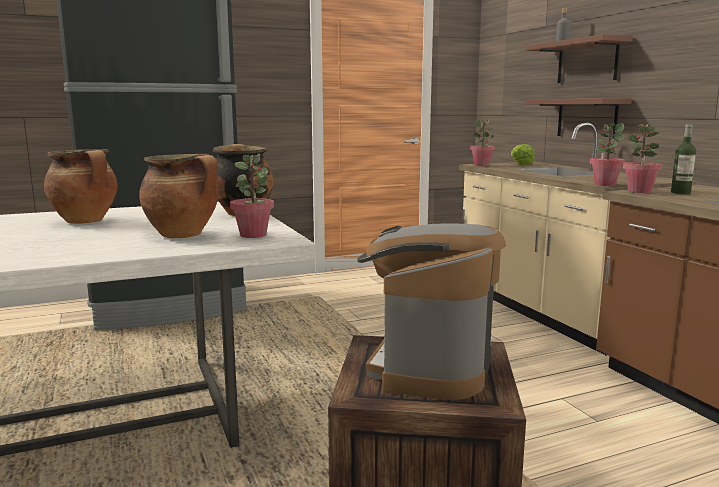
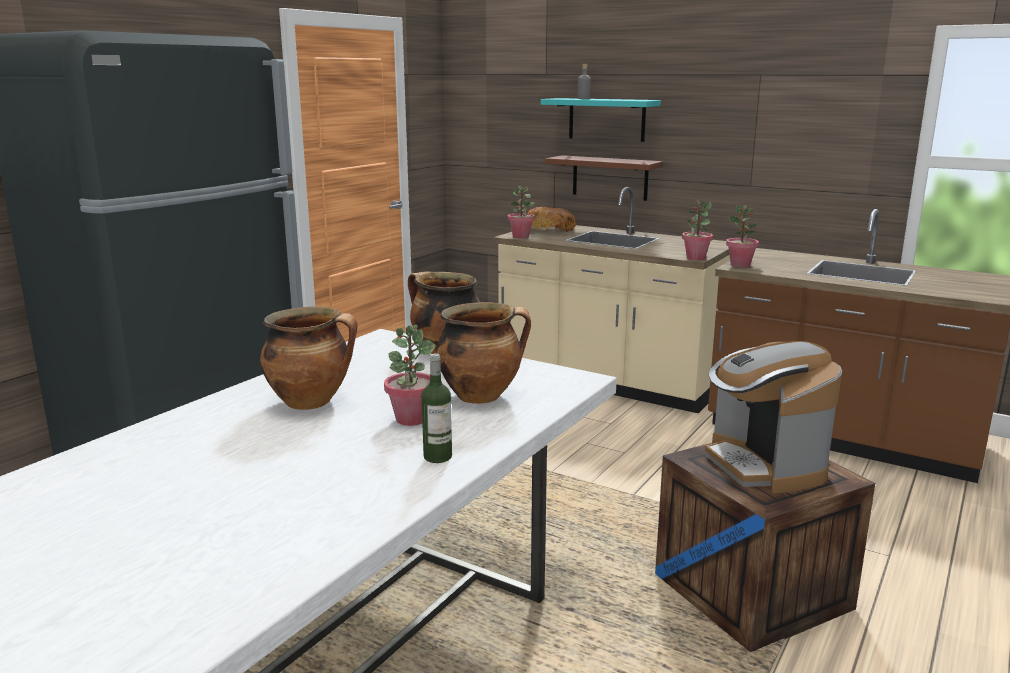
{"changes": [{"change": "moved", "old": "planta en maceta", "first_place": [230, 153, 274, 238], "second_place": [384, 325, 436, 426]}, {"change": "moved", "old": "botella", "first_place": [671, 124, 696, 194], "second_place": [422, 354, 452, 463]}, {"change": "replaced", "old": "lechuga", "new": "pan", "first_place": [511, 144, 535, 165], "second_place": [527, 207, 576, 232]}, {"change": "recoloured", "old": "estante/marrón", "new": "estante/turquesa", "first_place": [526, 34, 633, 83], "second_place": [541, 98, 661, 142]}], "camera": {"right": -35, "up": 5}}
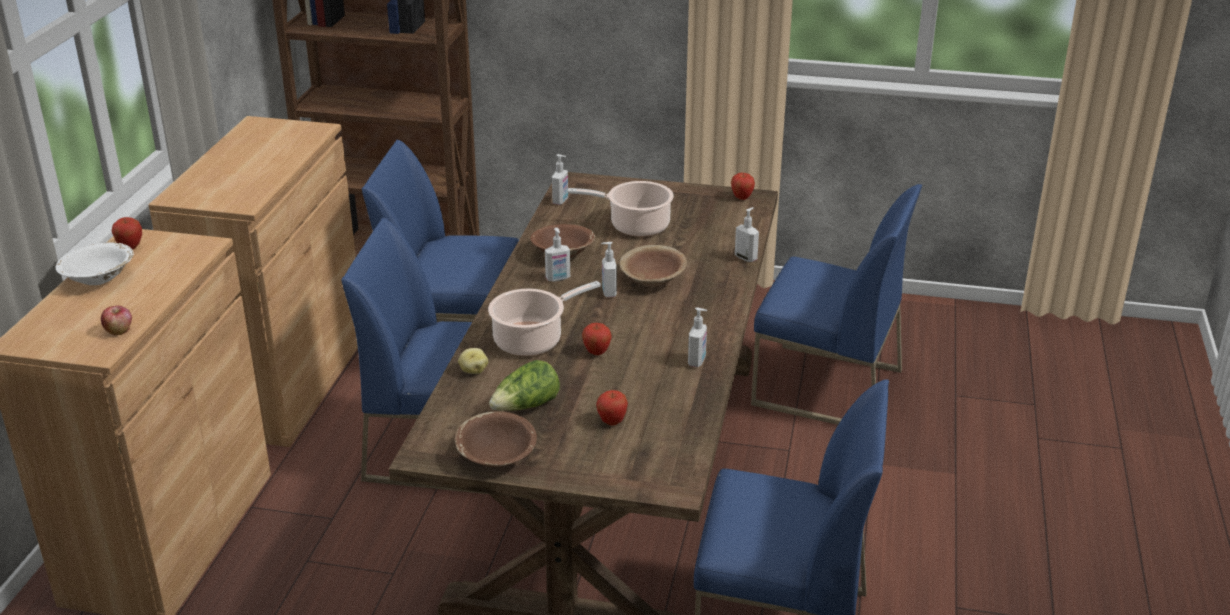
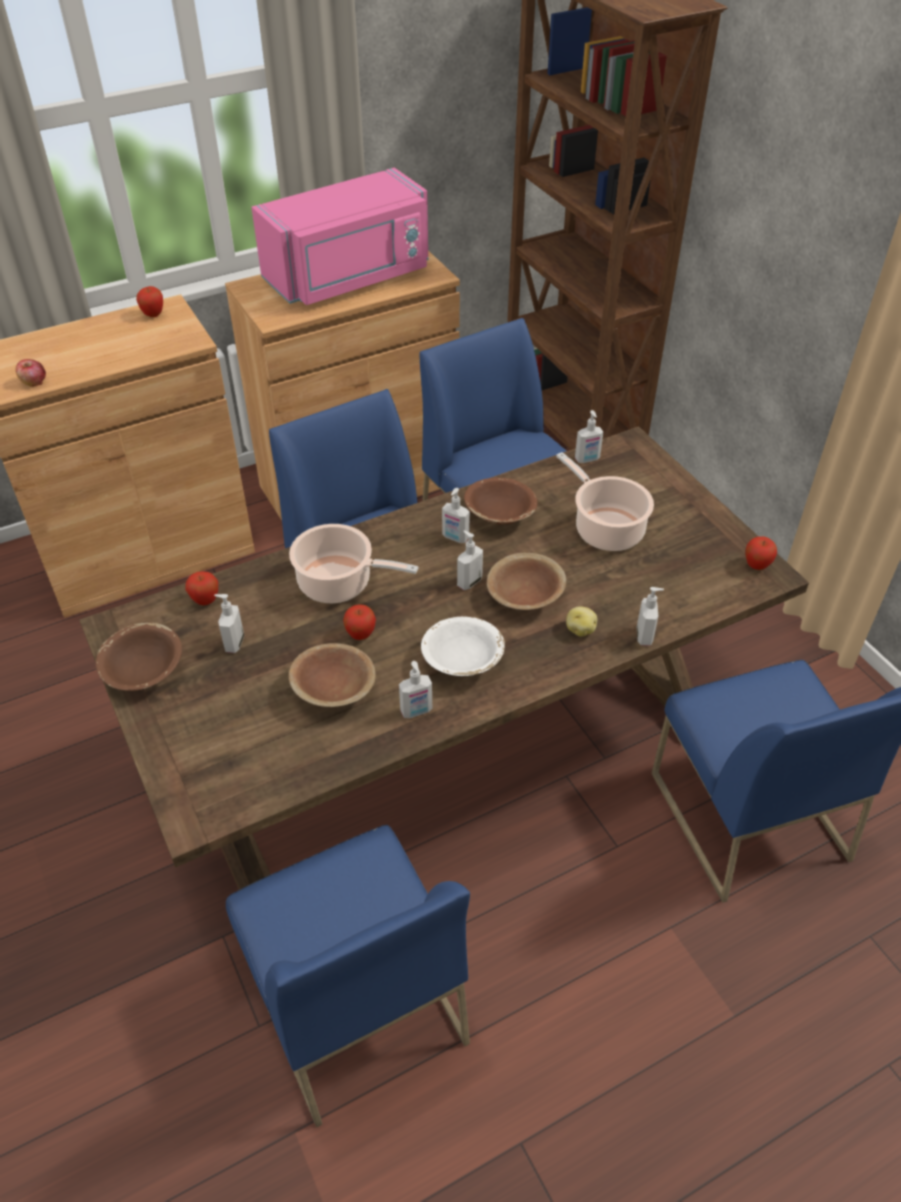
{"changes": [{"change": "moved", "old": "manzana", "first_place": [596, 390, 628, 426], "second_place": [185, 572, 218, 605]}, {"change": "replaced", "old": "lechuga", "new": "dispensador de jabón", "first_place": [489, 360, 560, 411], "second_place": [214, 594, 244, 653]}, {"change": "added", "new": "microondas/rosa", "second_place": [251, 168, 429, 305]}, {"change": "added", "new": "cuenco/marrón", "second_place": [289, 643, 376, 707]}, {"change": "moved", "old": "cuenco/blanco", "first_place": [55, 243, 134, 285], "second_place": [421, 617, 505, 676]}, {"change": "moved", "old": "patata", "first_place": [458, 348, 488, 374], "second_place": [566, 606, 597, 637]}], "camera": {"right": 50, "up": 15}}
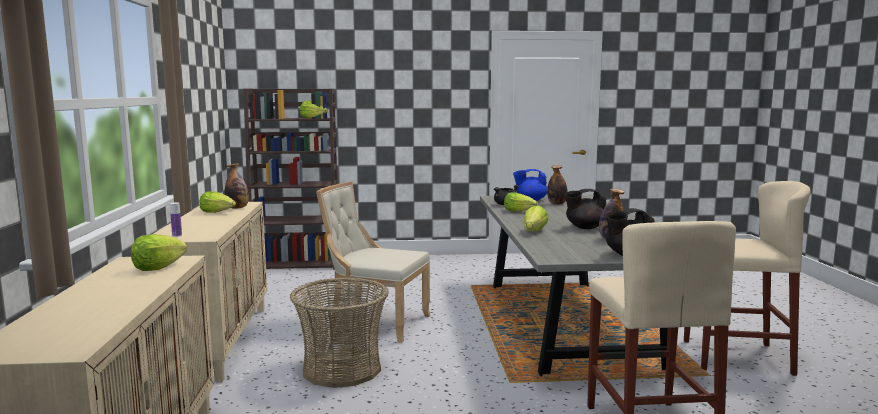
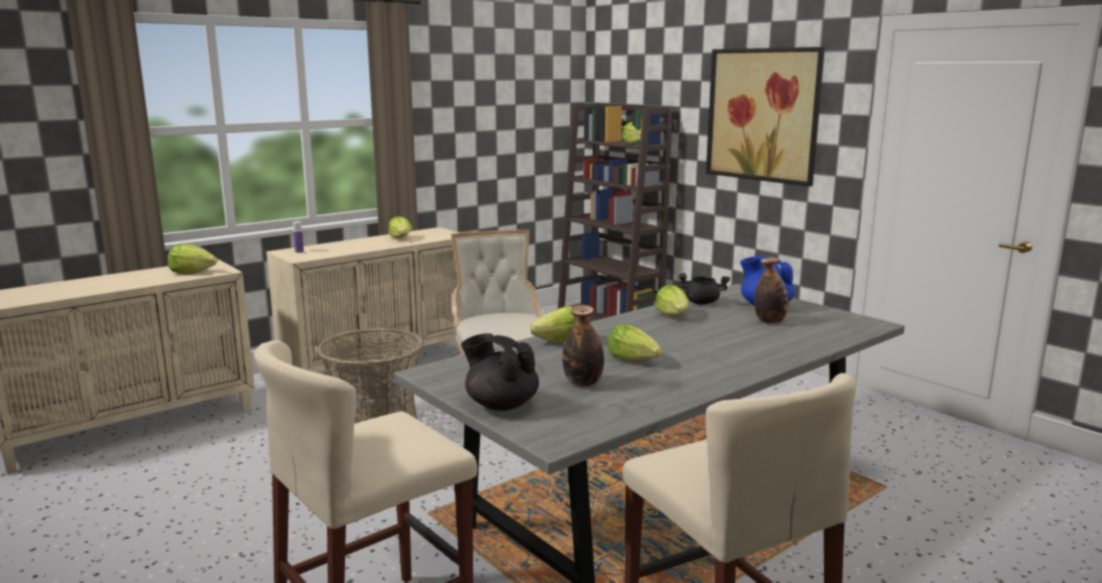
{"changes": [{"change": "replaced", "old": "tetera/negro", "new": "lechuga", "first_place": [564, 189, 606, 229], "second_place": [608, 324, 662, 361]}, {"change": "added", "new": "cuadro", "second_place": [706, 47, 825, 187]}, {"change": "removed", "old": "botella", "first_place": [225, 163, 249, 209]}], "camera": {"right": 55, "up": 5}}
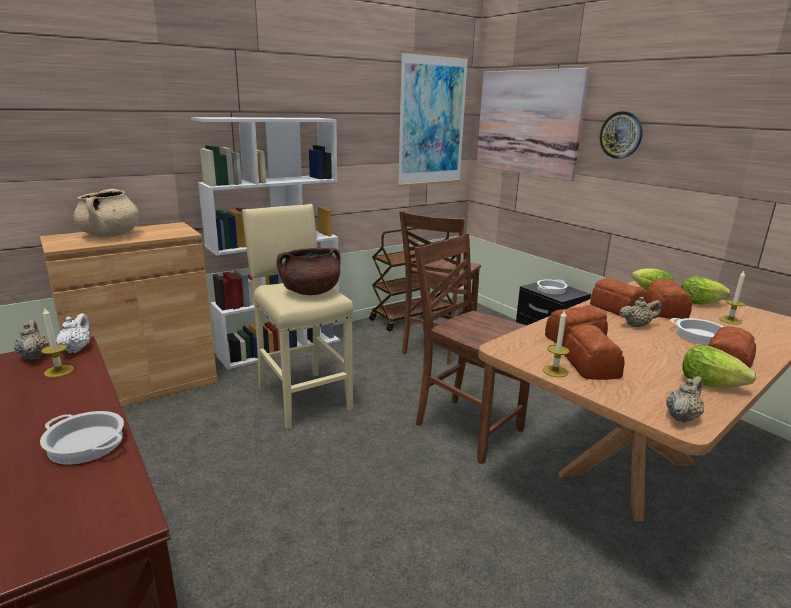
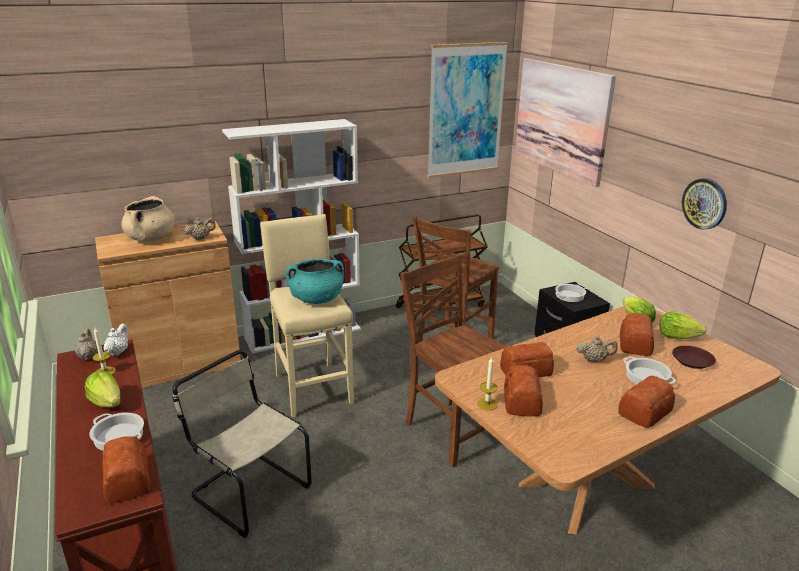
{"changes": [{"change": "moved", "old": "lechuga", "first_place": [682, 345, 756, 387], "second_place": [85, 371, 120, 407]}, {"change": "moved", "old": "pan", "first_place": [590, 278, 646, 316], "second_place": [102, 436, 151, 504]}, {"change": "added", "new": "silla/beis", "second_place": [172, 350, 312, 538]}, {"change": "moved", "old": "tetera/beis", "first_place": [666, 376, 704, 423], "second_place": [184, 217, 216, 240]}, {"change": "recoloured", "old": "olla/marrón", "new": "olla/turquesa", "first_place": [277, 248, 340, 295], "second_place": [286, 259, 344, 304]}, {"change": "replaced", "old": "vela", "new": "plato/marrón", "first_place": [719, 271, 745, 324], "second_place": [672, 346, 716, 369]}, {"change": "moved", "old": "reloj de pared", "first_place": [600, 111, 643, 159], "second_place": [682, 178, 727, 230]}], "camera": {"right": 10, "up": 5}}
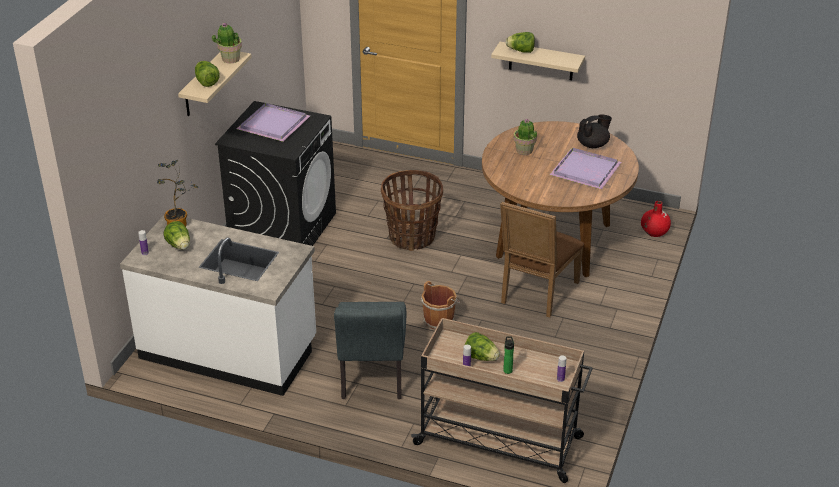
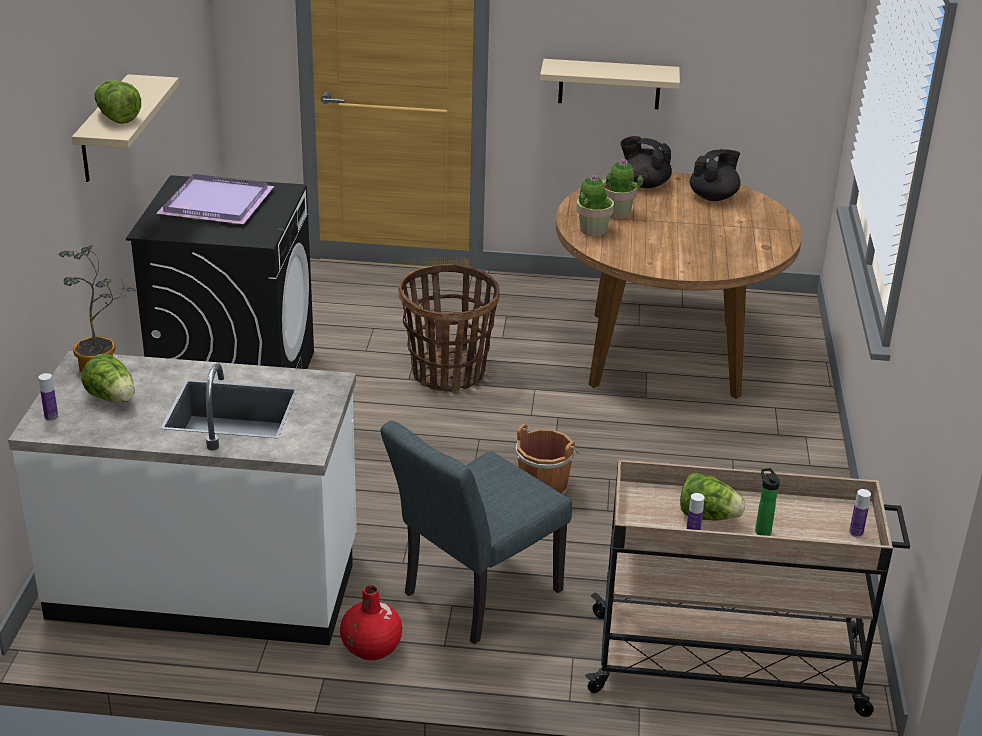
{"changes": [{"change": "moved", "old": "florero/rojo", "first_place": [641, 201, 671, 237], "second_place": [340, 585, 402, 660]}, {"change": "turned", "old": "silla/gris", "first_place": [334, 302, 407, 399], "second_place": [380, 420, 572, 644], "degrees": 60}, {"change": "moved", "old": "planta en maceta", "first_place": [212, 23, 242, 63], "second_place": [576, 174, 614, 236]}, {"change": "added", "new": "tetera/negro", "second_place": [620, 136, 672, 188]}, {"change": "removed", "old": "silla/marrón", "first_place": [500, 201, 584, 317]}, {"change": "removed", "old": "lechuga", "first_place": [506, 32, 535, 53]}, {"change": "removed", "old": "bandeja/morado", "first_place": [550, 148, 621, 190]}], "camera": {"right": -15, "up": -5}}
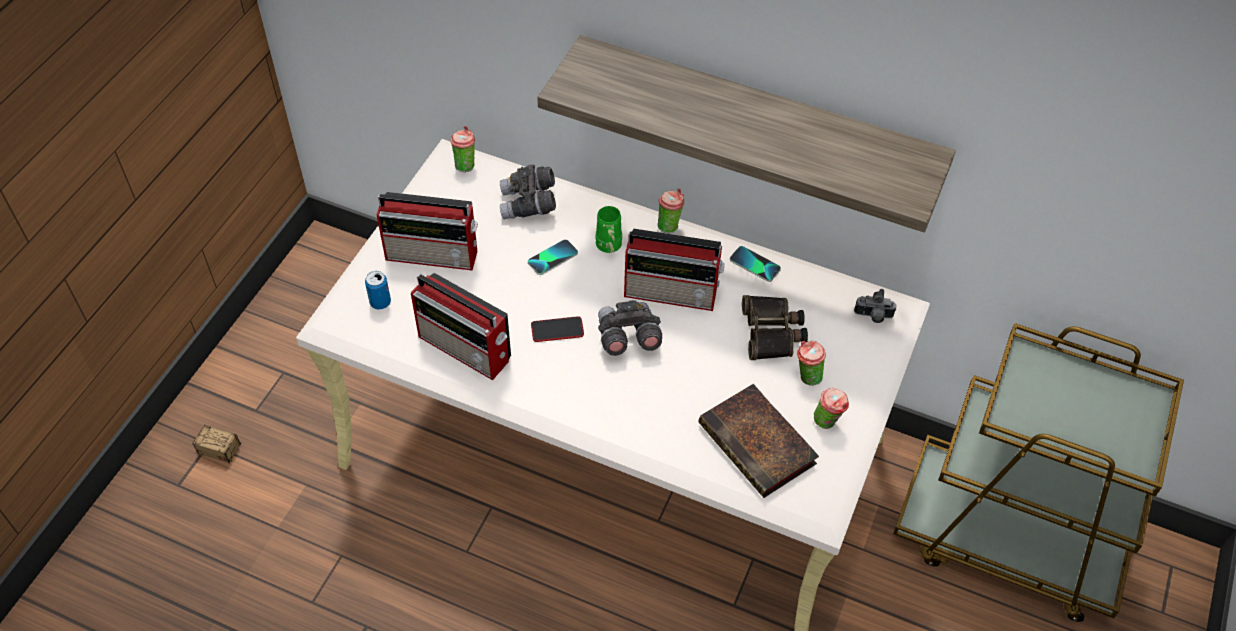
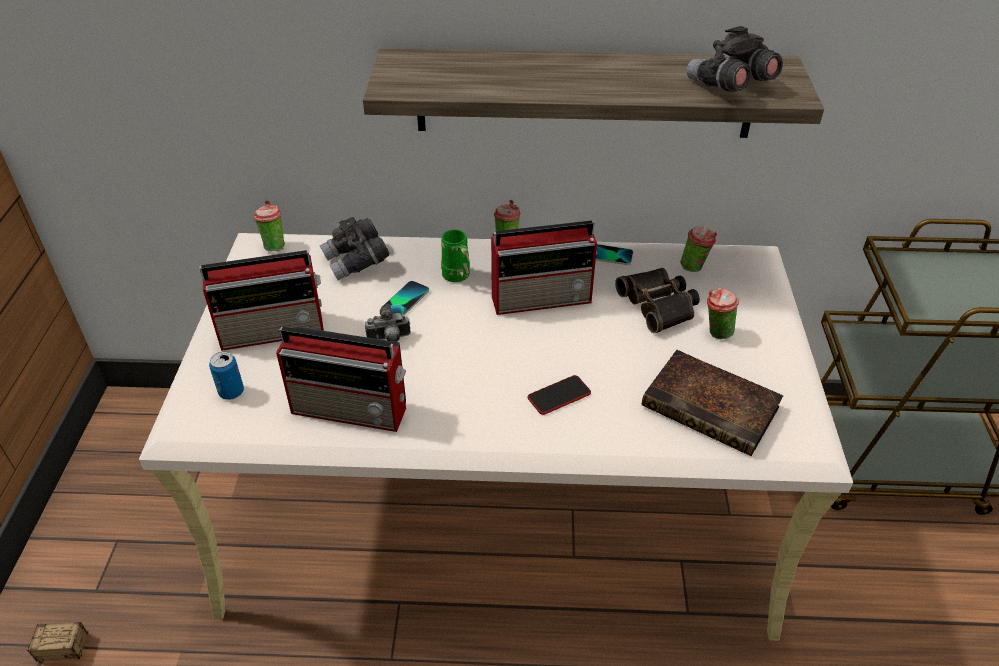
{"changes": [{"change": "moved", "old": "cámara", "first_place": [854, 289, 896, 323], "second_place": [365, 304, 411, 342]}, {"change": "moved", "old": "móvil", "first_place": [531, 316, 584, 342], "second_place": [527, 375, 591, 415]}, {"change": "moved", "old": "taza", "first_place": [814, 388, 849, 429], "second_place": [680, 227, 717, 272]}, {"change": "moved", "old": "prismáticos/gris", "first_place": [598, 300, 662, 356], "second_place": [686, 26, 783, 92]}], "camera": {"right": -20, "up": -10}}
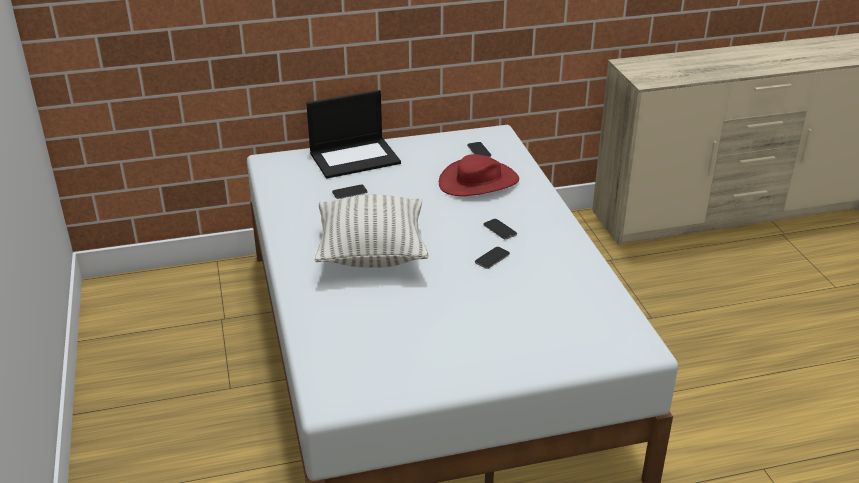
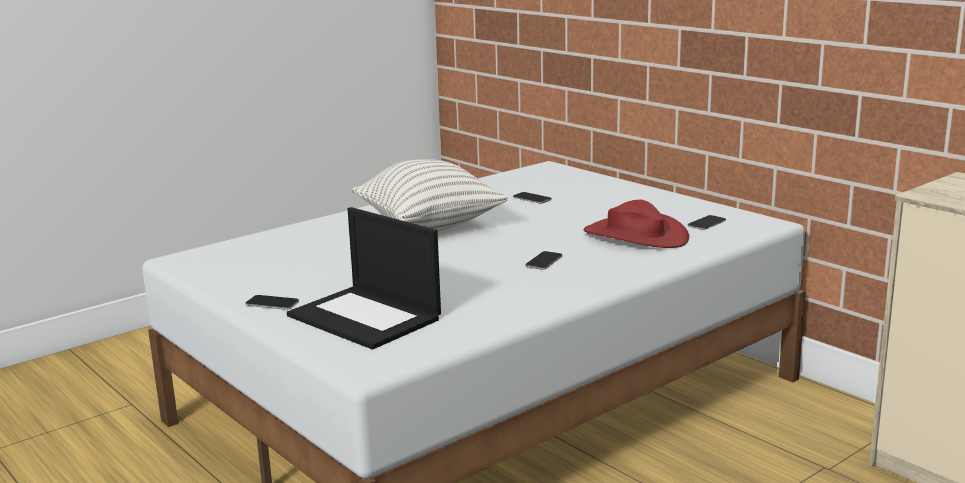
{"changes": [{"change": "moved", "old": "móvil", "first_place": [475, 247, 510, 269], "second_place": [245, 295, 299, 310]}, {"change": "moved", "old": "portátil", "first_place": [306, 90, 401, 179], "second_place": [287, 207, 441, 349]}], "camera": {"right": 65, "up": -15}}
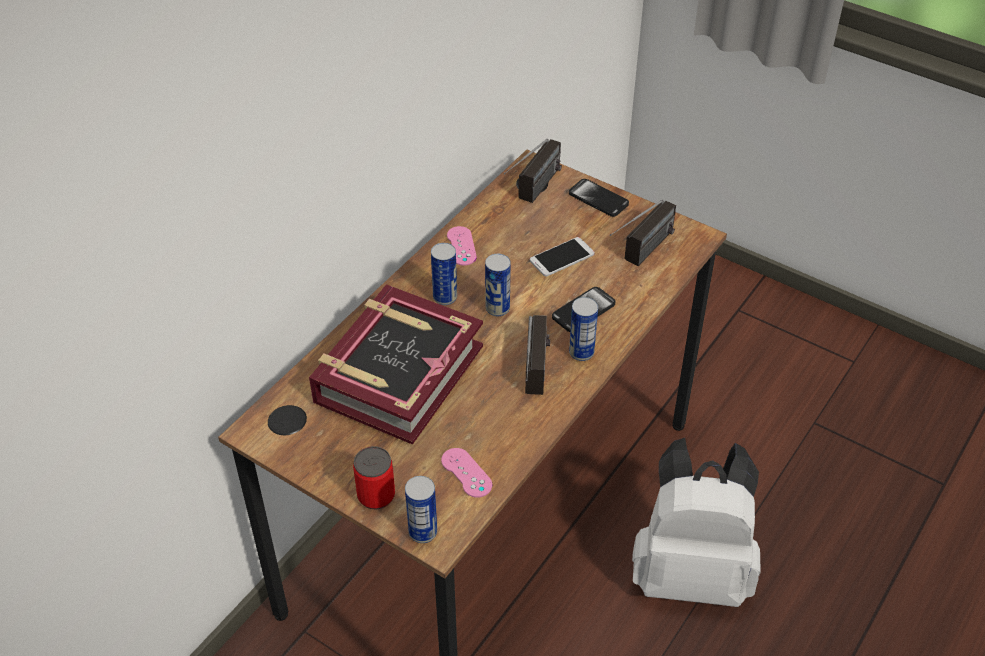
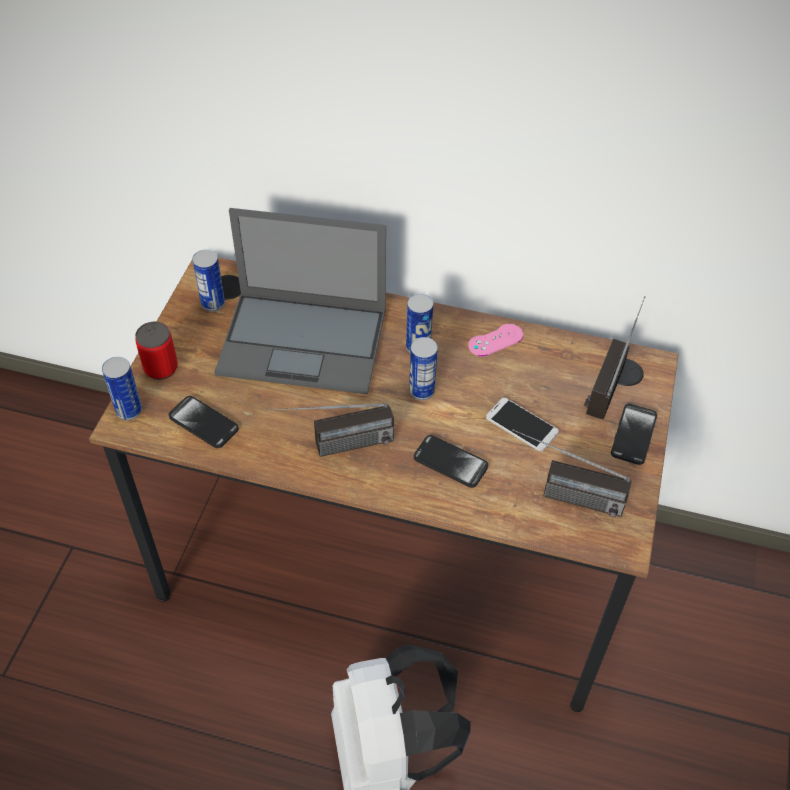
{"changes": [{"change": "replaced", "old": "mando de consola/rosa", "new": "móvil", "first_place": [441, 448, 492, 498], "second_place": [169, 396, 239, 448]}, {"change": "moved", "old": "lata", "first_place": [569, 297, 598, 361], "second_place": [192, 249, 225, 312]}, {"change": "replaced", "old": "libro", "new": "portátil", "first_place": [309, 284, 483, 445], "second_place": [214, 208, 386, 394]}, {"change": "turned", "old": "radio", "first_place": [504, 139, 562, 203], "second_place": [584, 296, 645, 419], "degrees": 105}], "camera": {"right": 70, "up": 5}}
